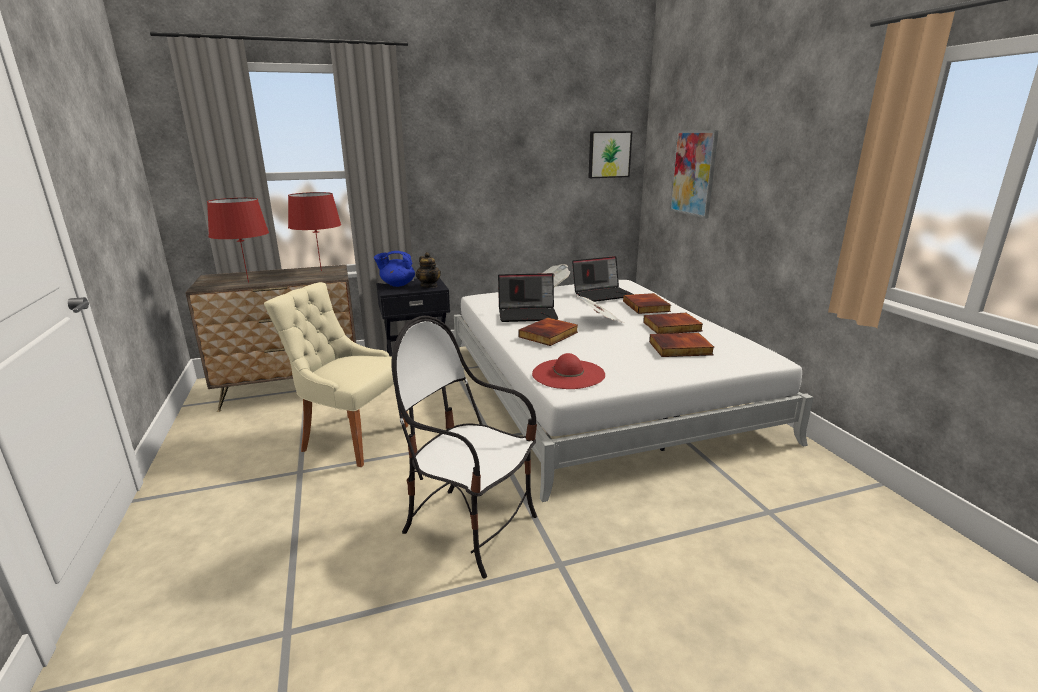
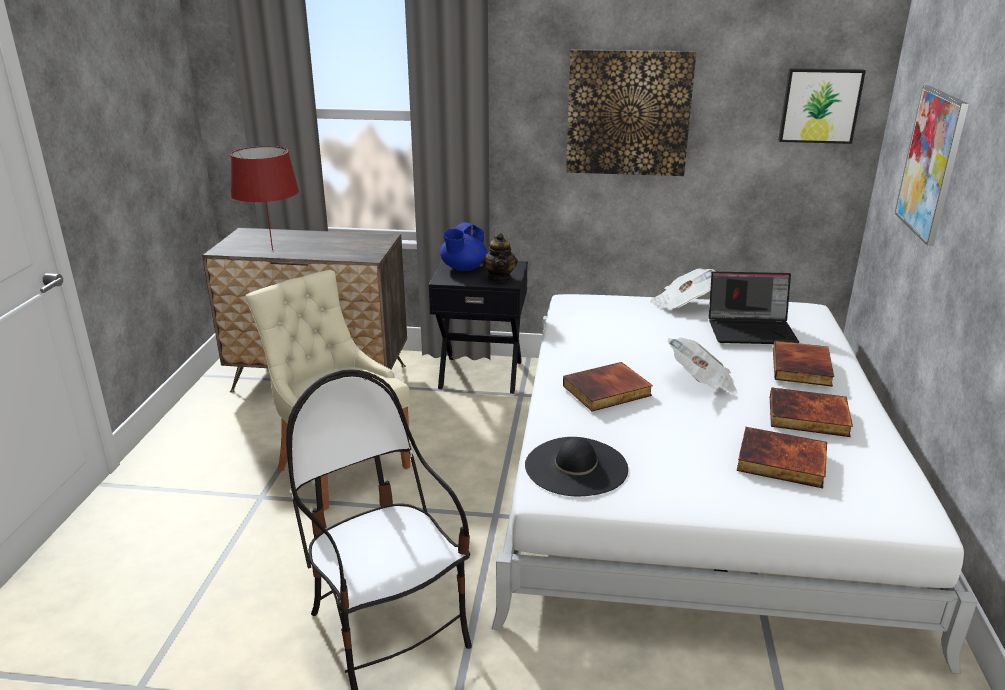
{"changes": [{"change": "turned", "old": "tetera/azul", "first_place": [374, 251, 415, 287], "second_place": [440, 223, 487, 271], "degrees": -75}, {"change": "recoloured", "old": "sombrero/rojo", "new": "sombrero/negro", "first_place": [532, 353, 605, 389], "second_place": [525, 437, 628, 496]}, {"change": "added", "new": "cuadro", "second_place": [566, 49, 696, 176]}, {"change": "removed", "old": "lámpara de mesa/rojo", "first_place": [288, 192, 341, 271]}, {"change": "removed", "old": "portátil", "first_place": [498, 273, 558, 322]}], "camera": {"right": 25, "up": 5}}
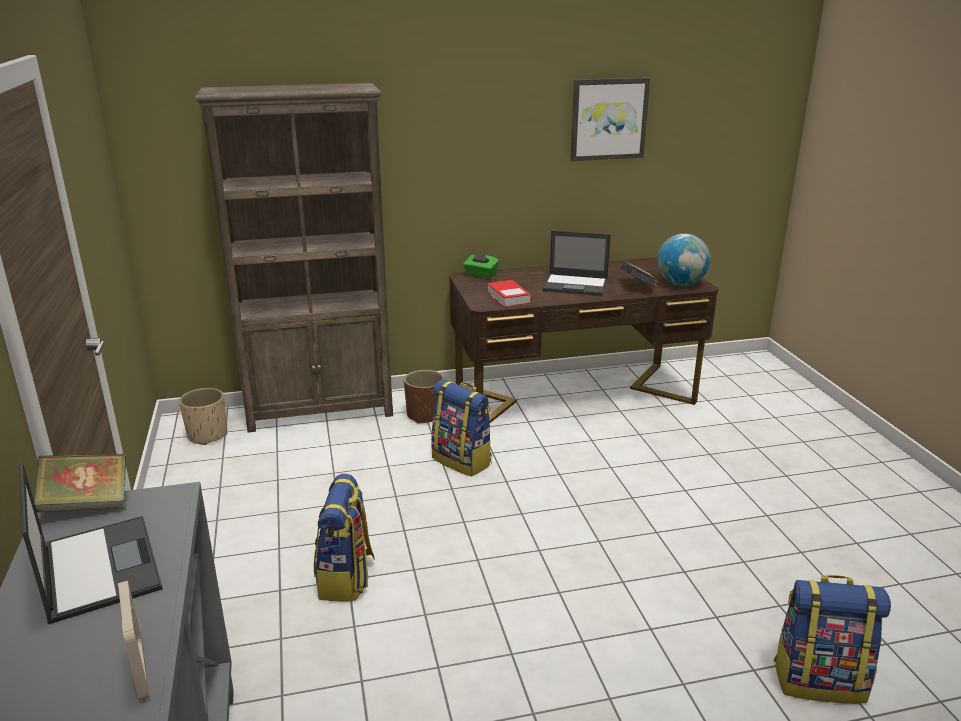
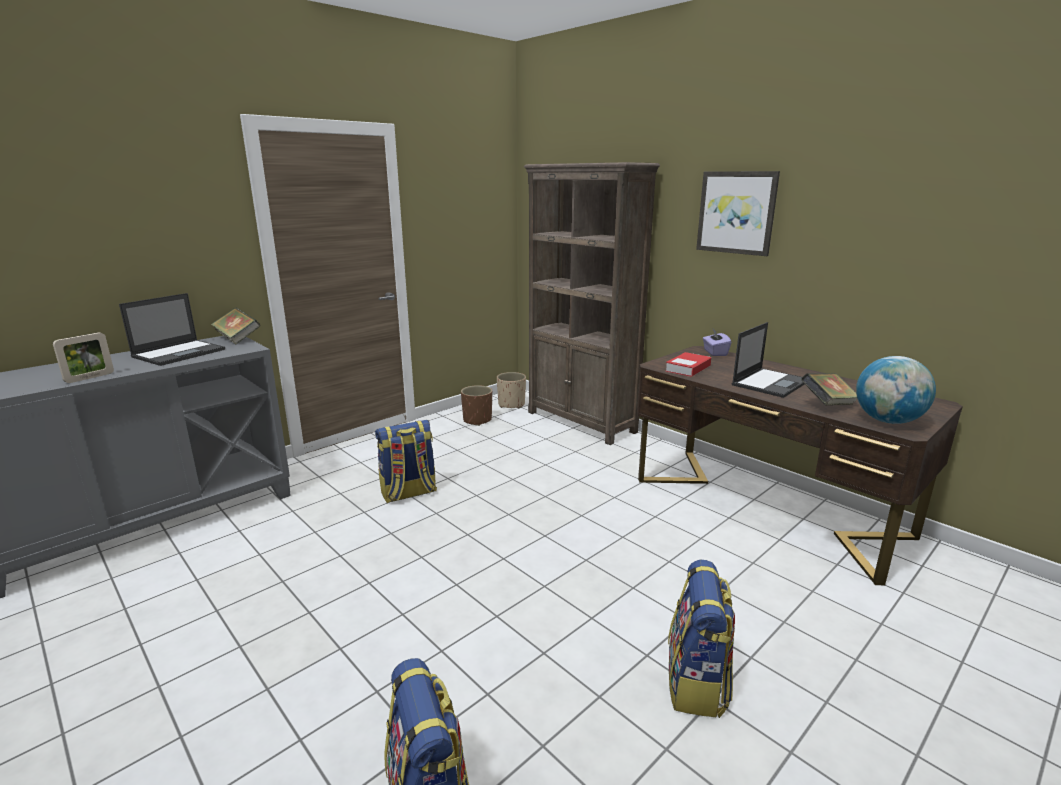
{"changes": [{"change": "moved", "old": "maceta/marrón", "first_place": [404, 370, 445, 423], "second_place": [461, 385, 492, 426]}, {"change": "moved", "old": "mochila", "first_place": [431, 379, 492, 477], "second_place": [668, 560, 735, 718]}, {"change": "moved", "old": "cuadro", "first_place": [570, 78, 650, 161], "second_place": [696, 171, 780, 256]}, {"change": "recoloured", "old": "caja de pañuelos/verde", "new": "caja de pañuelos/morado", "first_place": [463, 252, 499, 279], "second_place": [703, 329, 731, 356]}, {"change": "turned", "old": "portátil", "first_place": [542, 231, 611, 296], "second_place": [732, 322, 805, 398], "degrees": -120}], "camera": {"right": 60, "up": -5}}
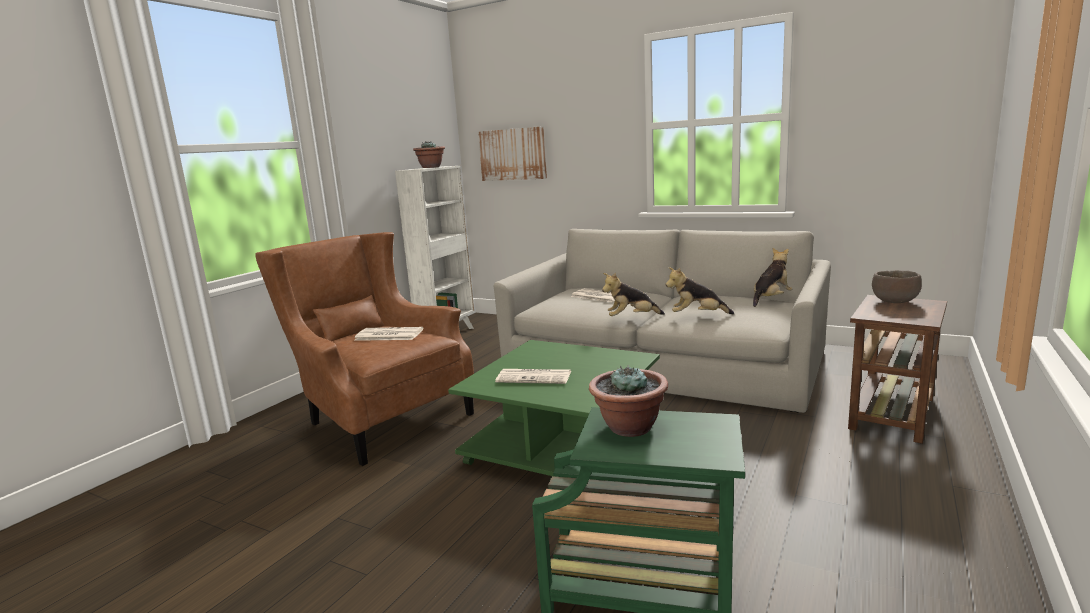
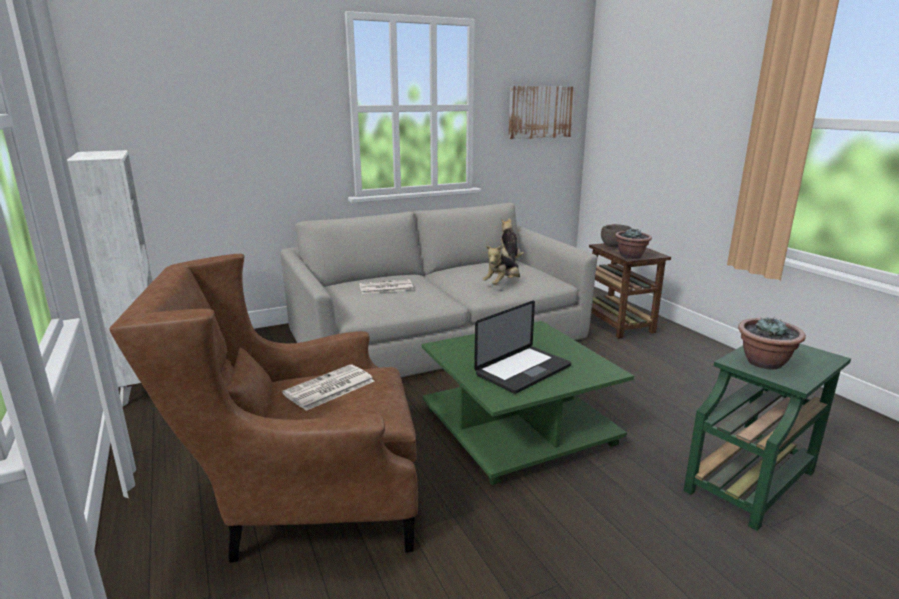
{"changes": [{"change": "replaced", "old": "periódico", "new": "portátil", "first_place": [495, 369, 571, 384], "second_place": [474, 301, 571, 394]}, {"change": "moved", "old": "cuadro", "first_place": [478, 126, 547, 181], "second_place": [508, 86, 575, 139]}, {"change": "moved", "old": "planta en maceta", "first_place": [413, 141, 445, 168], "second_place": [615, 228, 652, 259]}, {"change": "removed", "old": "peluche", "first_place": [602, 273, 665, 316]}], "camera": {"right": -55, "up": 5}}
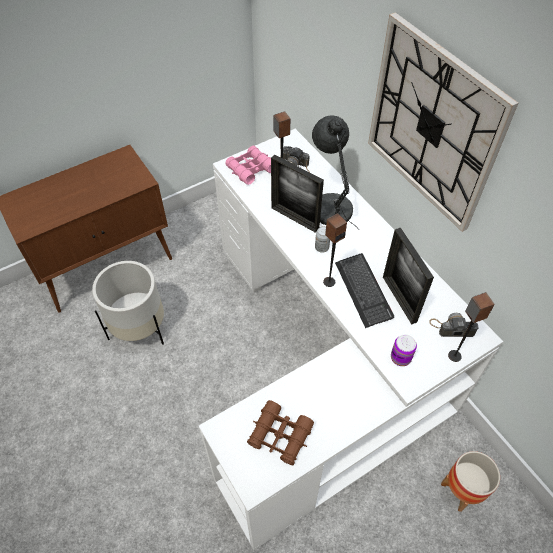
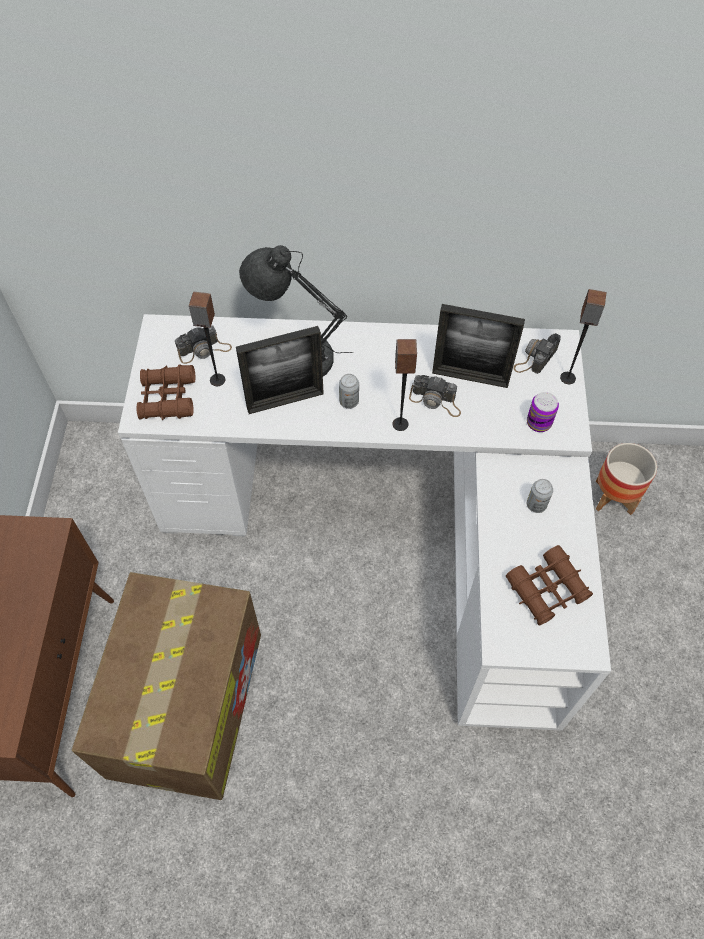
{"changes": [{"change": "replaced", "old": "maceta/blanco", "new": "caja de cartón", "first_place": [92, 261, 164, 344], "second_place": [72, 572, 261, 800]}, {"change": "recoloured", "old": "prismáticos/rosa", "new": "prismáticos/marrón", "first_place": [225, 146, 271, 185], "second_place": [136, 364, 195, 420]}, {"change": "replaced", "old": "teclado", "new": "cámara", "first_place": [335, 253, 394, 328], "second_place": [409, 375, 461, 417]}, {"change": "added", "new": "lata", "second_place": [527, 479, 553, 513]}, {"change": "removed", "old": "reloj de pared", "first_place": [368, 12, 518, 232]}], "camera": {"right": -55, "up": 5}}
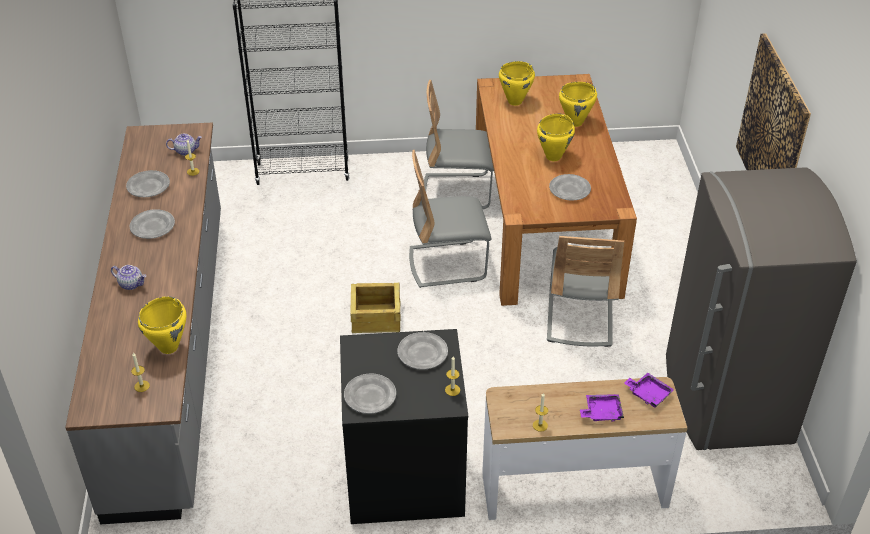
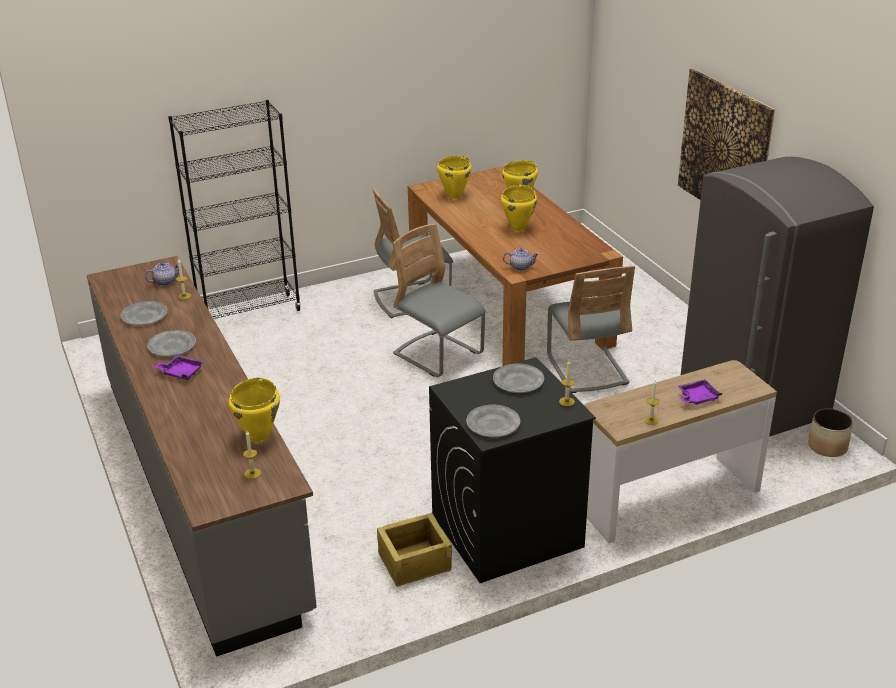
{"changes": [{"change": "moved", "old": "bandeja/morado", "first_place": [624, 372, 674, 408], "second_place": [155, 355, 204, 380]}, {"change": "moved", "old": "caja de embalaje", "first_place": [350, 283, 401, 333], "second_place": [377, 513, 452, 587]}, {"change": "turned", "old": "silla/gris", "first_place": [409, 150, 491, 288], "second_place": [393, 224, 486, 377], "degrees": 75}, {"change": "moved", "old": "tetera", "first_place": [111, 265, 146, 290], "second_place": [503, 248, 539, 271]}, {"change": "added", "new": "maceta", "second_place": [808, 409, 853, 457]}, {"change": "removed", "old": "plato/gris", "first_place": [549, 174, 591, 201]}], "camera": {"right": -20, "up": -10}}
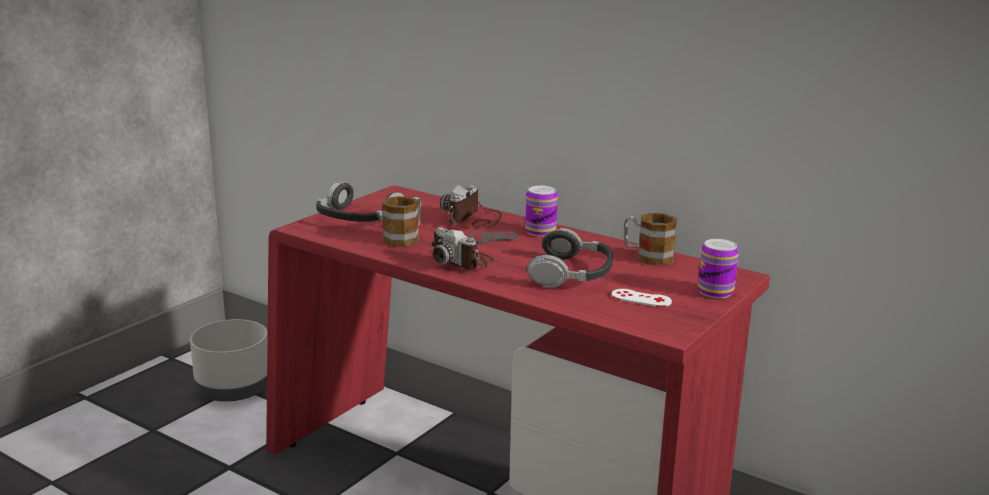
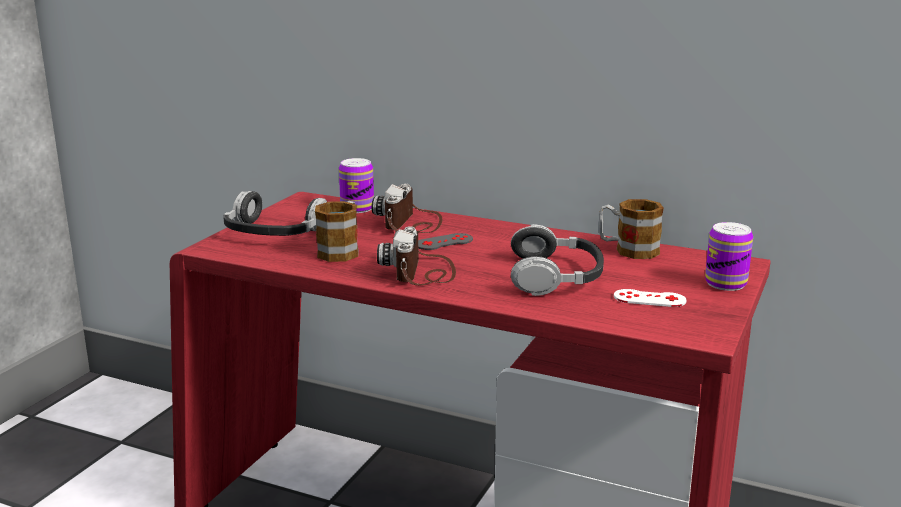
{"changes": [{"change": "moved", "old": "lata", "first_place": [525, 186, 558, 237], "second_place": [339, 158, 374, 213]}, {"change": "turned", "old": "cámara", "first_place": [432, 227, 494, 270], "second_place": [377, 226, 456, 285], "degrees": 60}, {"change": "removed", "old": "maceta/gris", "first_place": [190, 319, 268, 401]}], "camera": {"right": -10, "up": 0}}
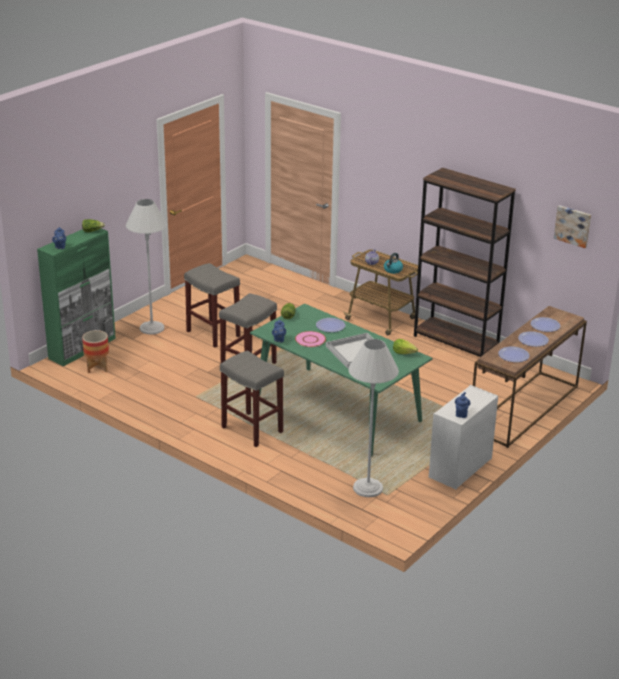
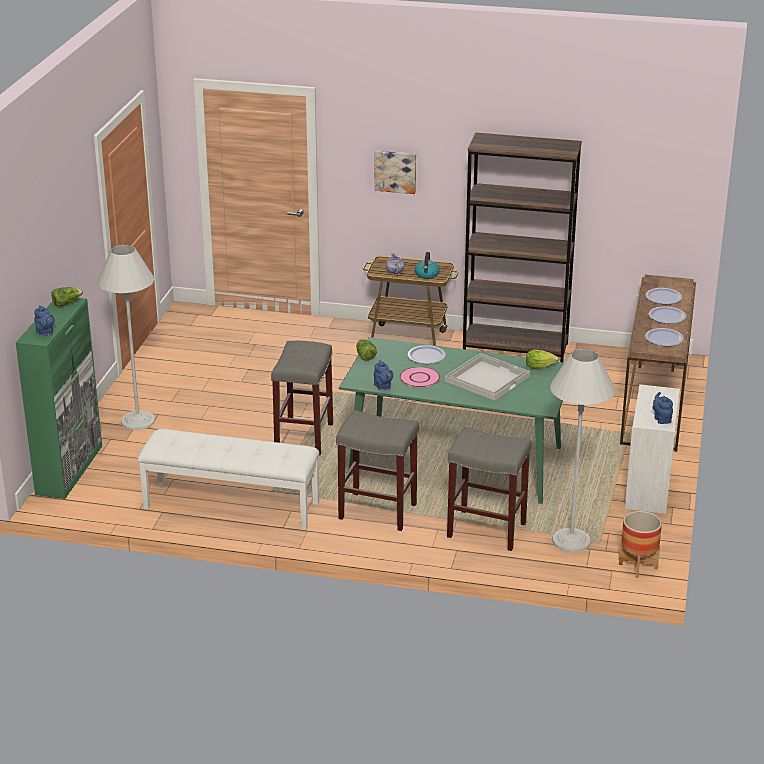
{"changes": [{"change": "added", "new": "banco/blanco", "second_place": [137, 429, 319, 530]}, {"change": "moved", "old": "cuadro", "first_place": [554, 205, 591, 248], "second_place": [374, 150, 416, 194]}, {"change": "moved", "old": "taburete/gris", "first_place": [184, 263, 240, 347], "second_place": [447, 427, 532, 551]}, {"change": "moved", "old": "maceta", "first_place": [82, 330, 109, 373], "second_place": [619, 511, 662, 578]}], "camera": {"right": -25, "up": 0}}
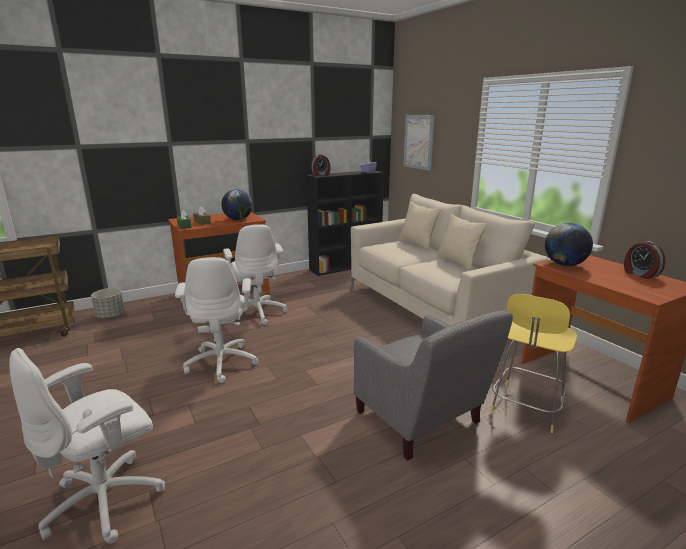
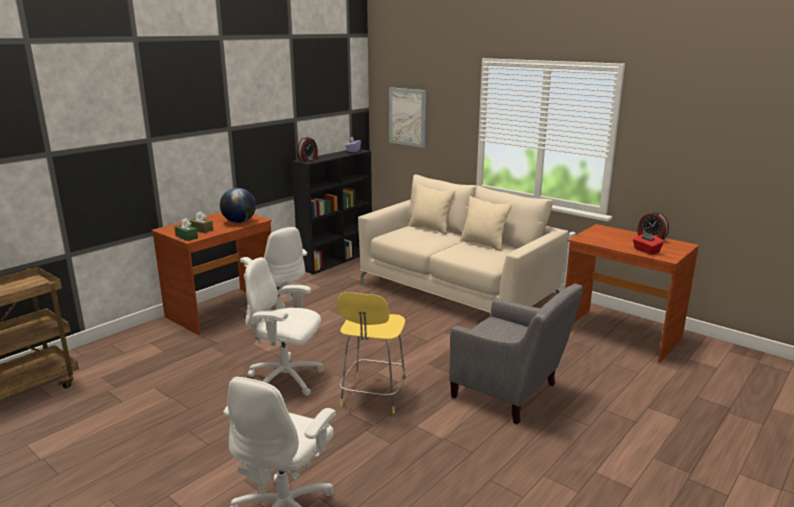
{"changes": [{"change": "turned", "old": "silla de oficina/blanco", "first_place": [175, 257, 259, 383], "second_place": [245, 257, 323, 396], "degrees": 135}, {"change": "moved", "old": "taburete/amarillo", "first_place": [491, 294, 577, 433], "second_place": [337, 292, 407, 414]}, {"change": "added", "new": "caja de pañuelos/rojo", "second_place": [633, 231, 664, 255]}, {"change": "removed", "old": "maceta/gris", "first_place": [91, 288, 124, 319]}, {"change": "removed", "old": "globo terráqueo", "first_place": [545, 223, 593, 266]}], "camera": {"right": -20, "up": 0}}
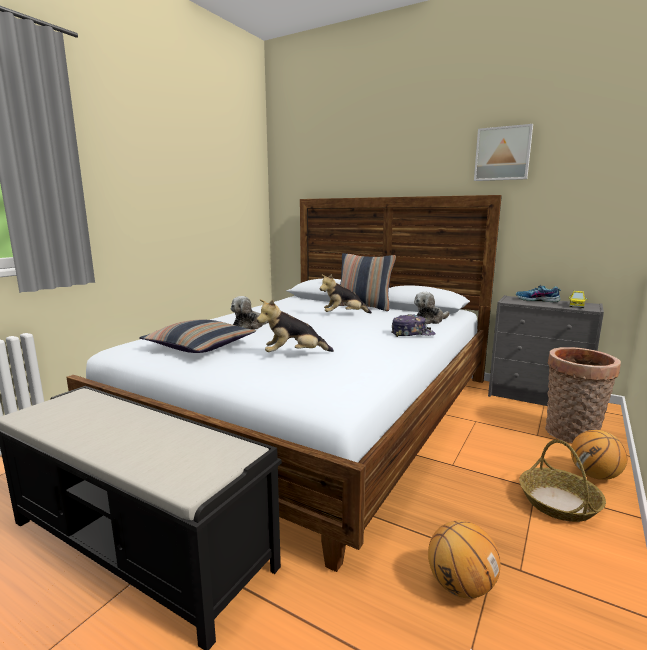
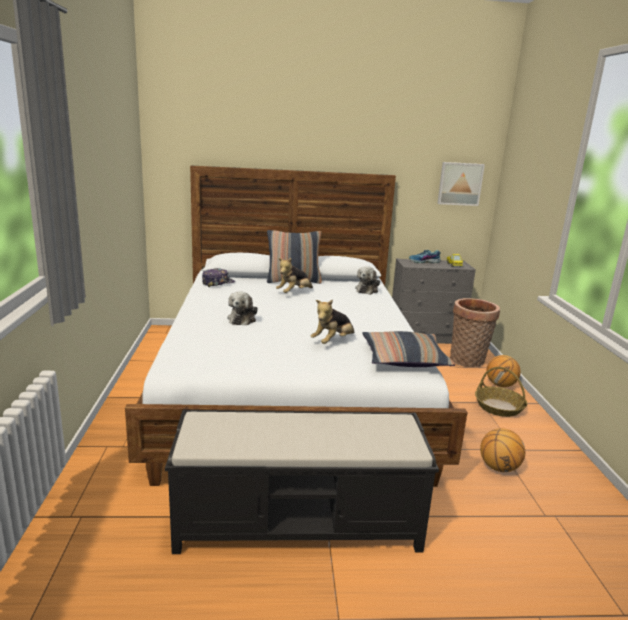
{"changes": [{"change": "moved", "old": "gorra", "first_place": [391, 314, 436, 337], "second_place": [202, 268, 235, 287]}, {"change": "moved", "old": "cojín", "first_place": [140, 320, 256, 353], "second_place": [362, 331, 455, 367]}, {"change": "moved", "old": "cuadro", "first_place": [474, 124, 533, 181], "second_place": [437, 162, 485, 206]}], "camera": {"right": -35, "up": 5}}
